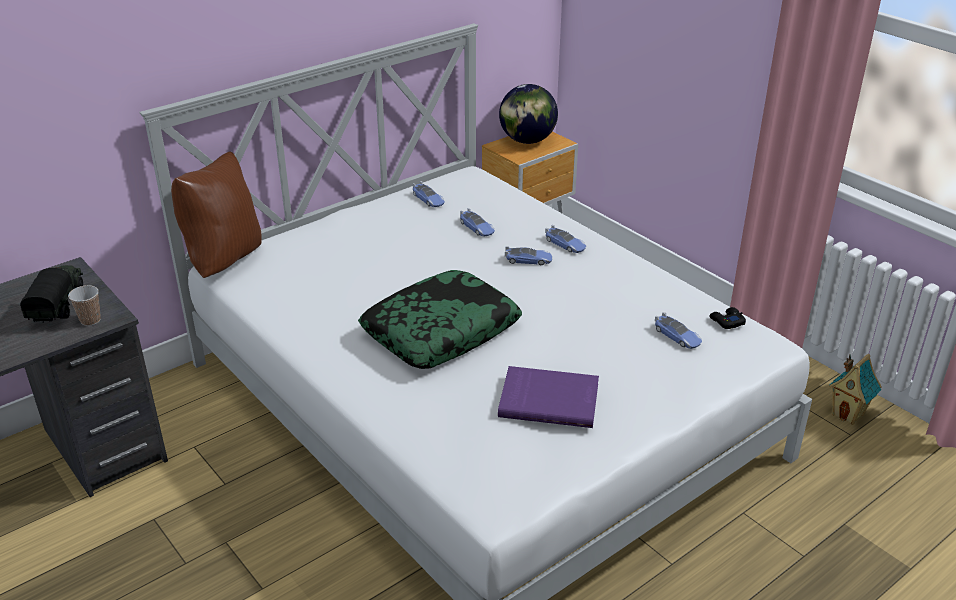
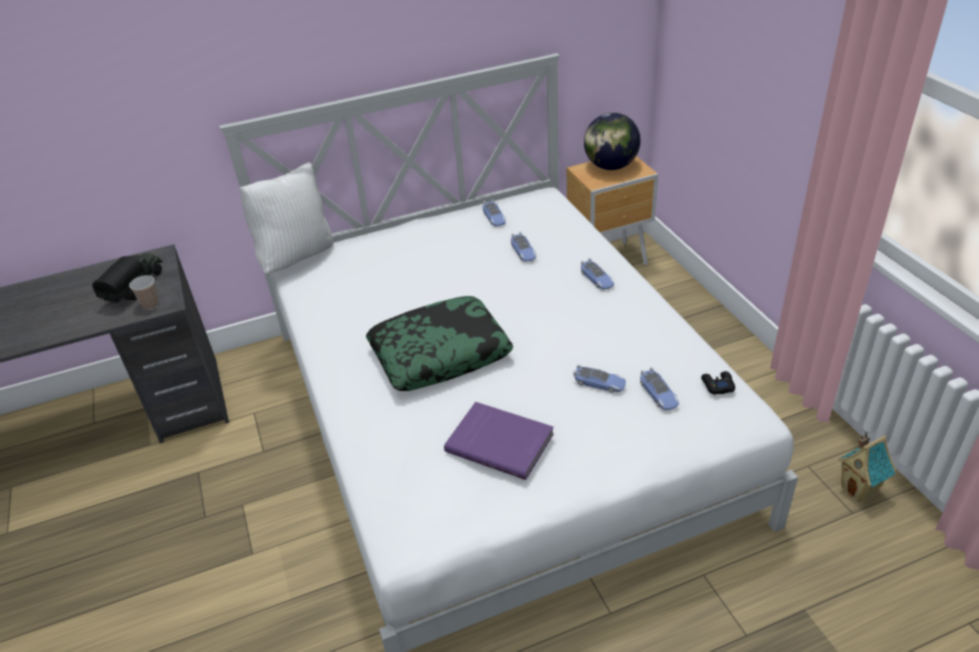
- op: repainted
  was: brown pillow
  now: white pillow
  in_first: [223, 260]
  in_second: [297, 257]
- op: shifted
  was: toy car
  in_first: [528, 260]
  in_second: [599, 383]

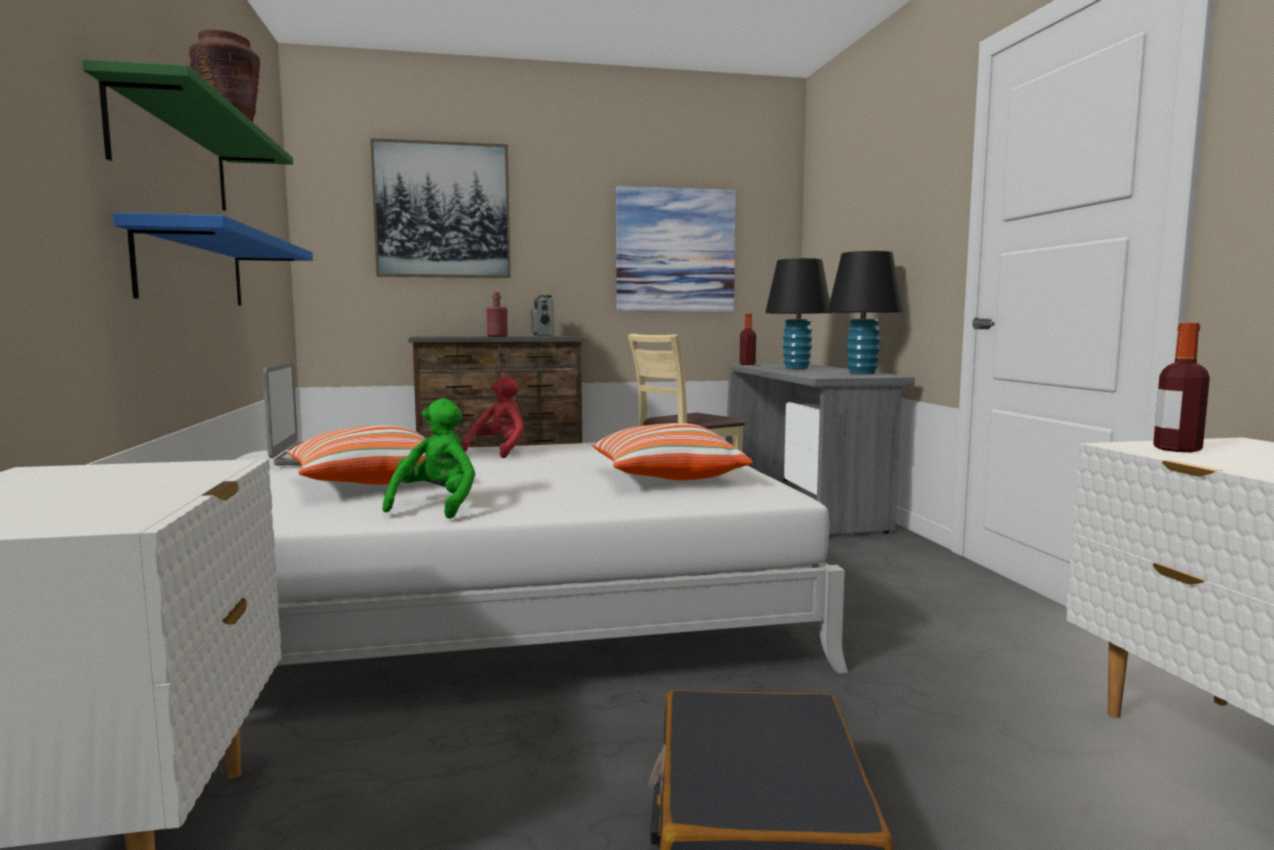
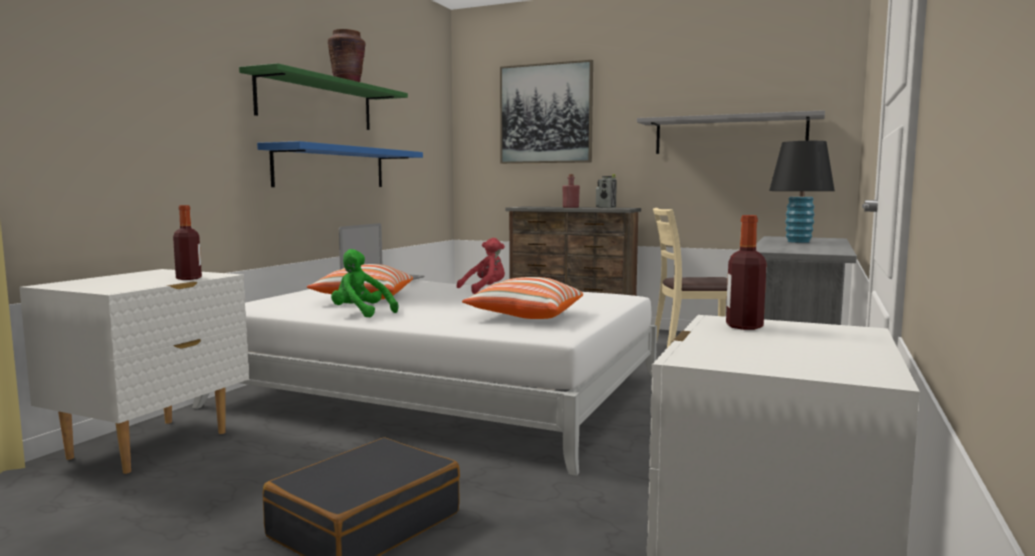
- op: rotated
  was: green plush toy
  in_first: [436, 505]
  in_second: [361, 313]
  clockwise: -105
- op: swapped
  was: picture
  now: grey shelf
  in_first: [675, 251]
  in_second: [729, 135]
- op: shifted
  was: bottle
  in_first: [747, 364]
  in_second: [189, 278]
- op: gone
  was: black table lamp
  in_first: [861, 373]

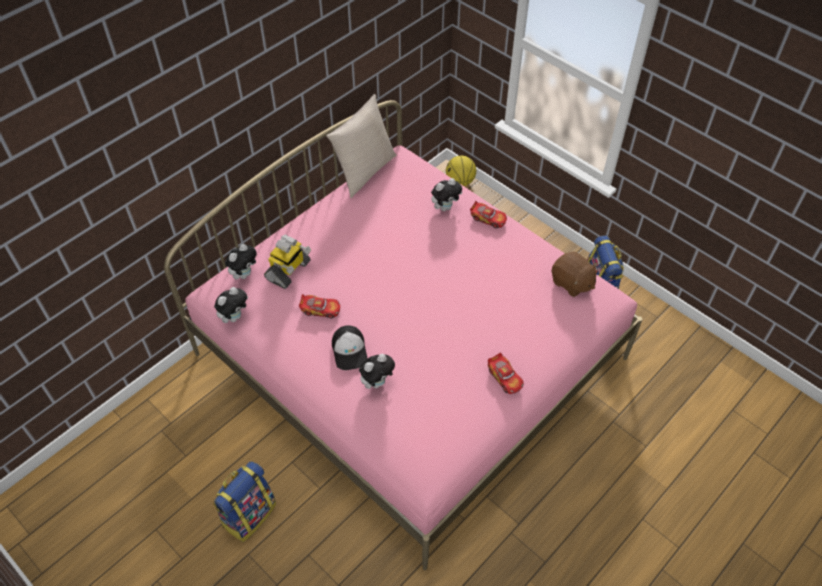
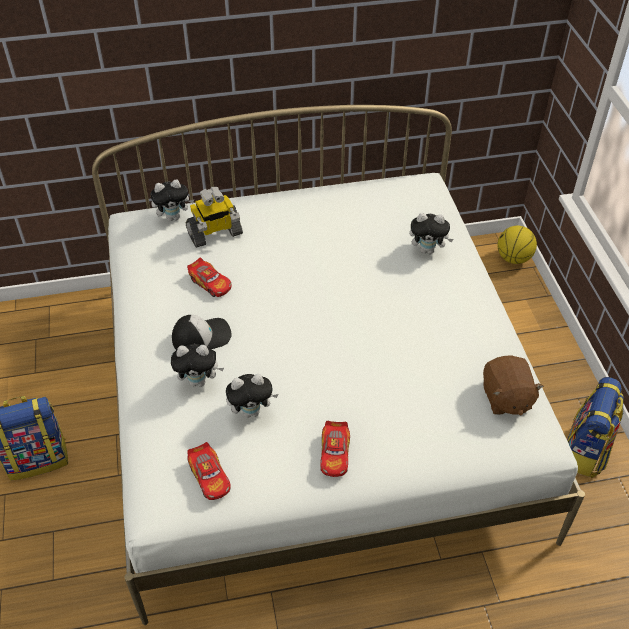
- op: repainted
  was: pink bed
  now: white bed
  in_first: [410, 356]
  in_second: [314, 401]
- op: shifted
  was: plush toy
  in_first: [234, 317]
  in_second: [252, 411]
- op: gone
  was: beige pillow
  in_first: [364, 171]
- op: rotated
  was: cap
  in_first: [350, 350]
  in_second: [201, 336]
  clockwise: -135
- op: shifted
  was: toy car
  in_first: [488, 218]
  in_second: [210, 477]

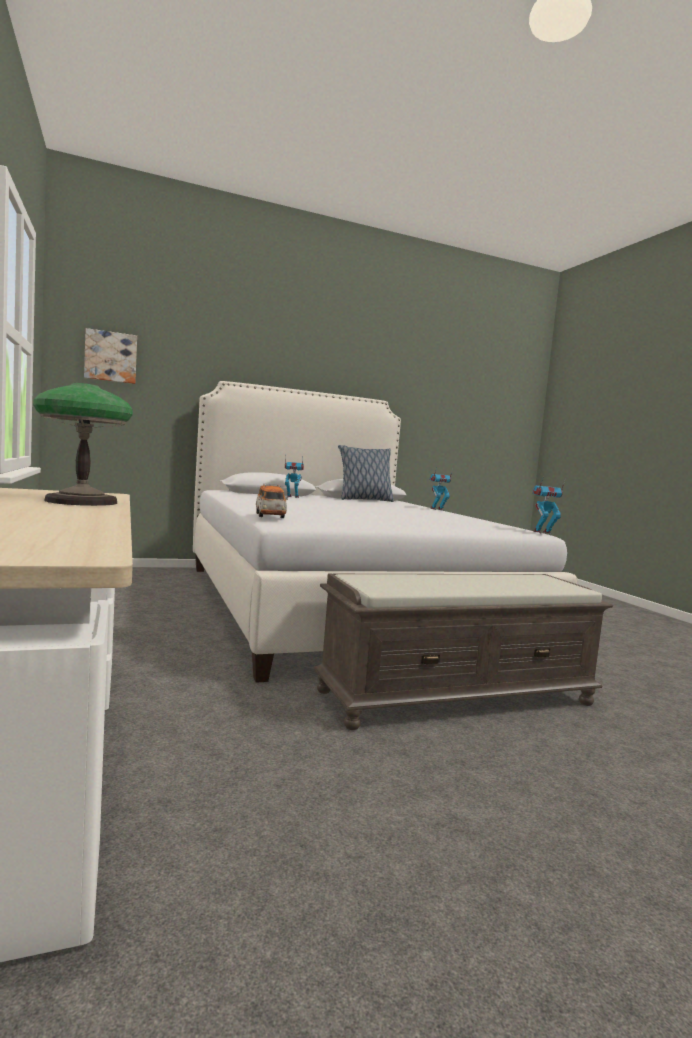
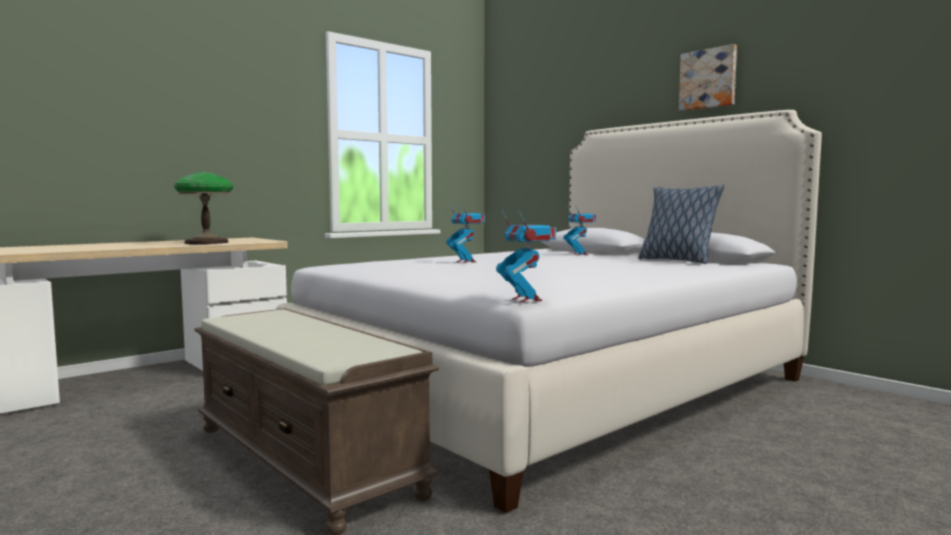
- op: shifted
  was: picture
  in_first: [111, 357]
  in_second: [708, 79]
- op: gone
  was: toy car
  in_first: [270, 516]
- op: shifted
  was: toy robot
  in_first: [437, 509]
  in_second: [466, 262]

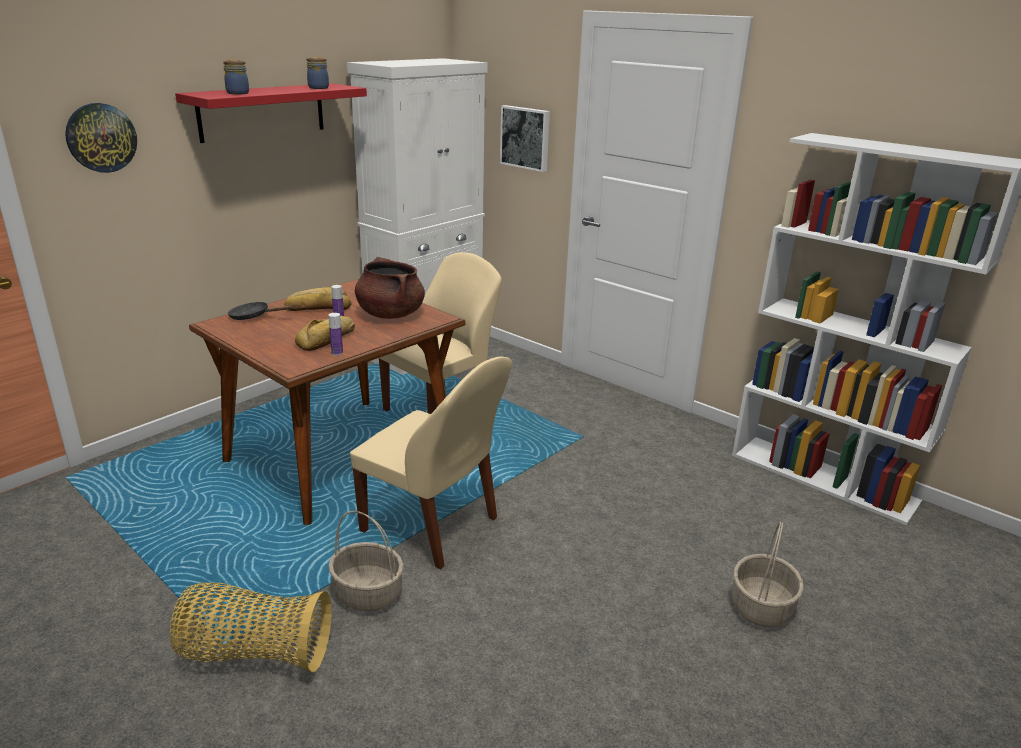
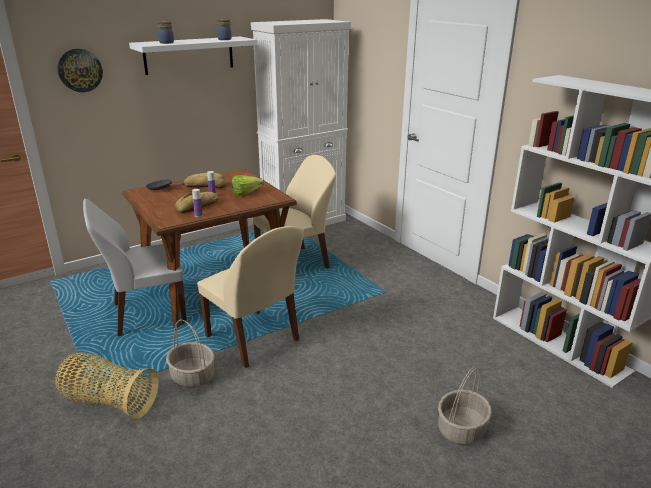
- op: repainted
  was: red shelf
  now: white shelf
  in_first: [262, 112]
  in_second: [189, 55]
- op: swapped
  was: brown cooking pot
  now: lettuce
  in_first: [390, 314]
  in_second: [248, 193]
- op: gone
  was: picture
  in_first: [526, 138]
- op: new
  now: white chair
  in_second: [146, 314]

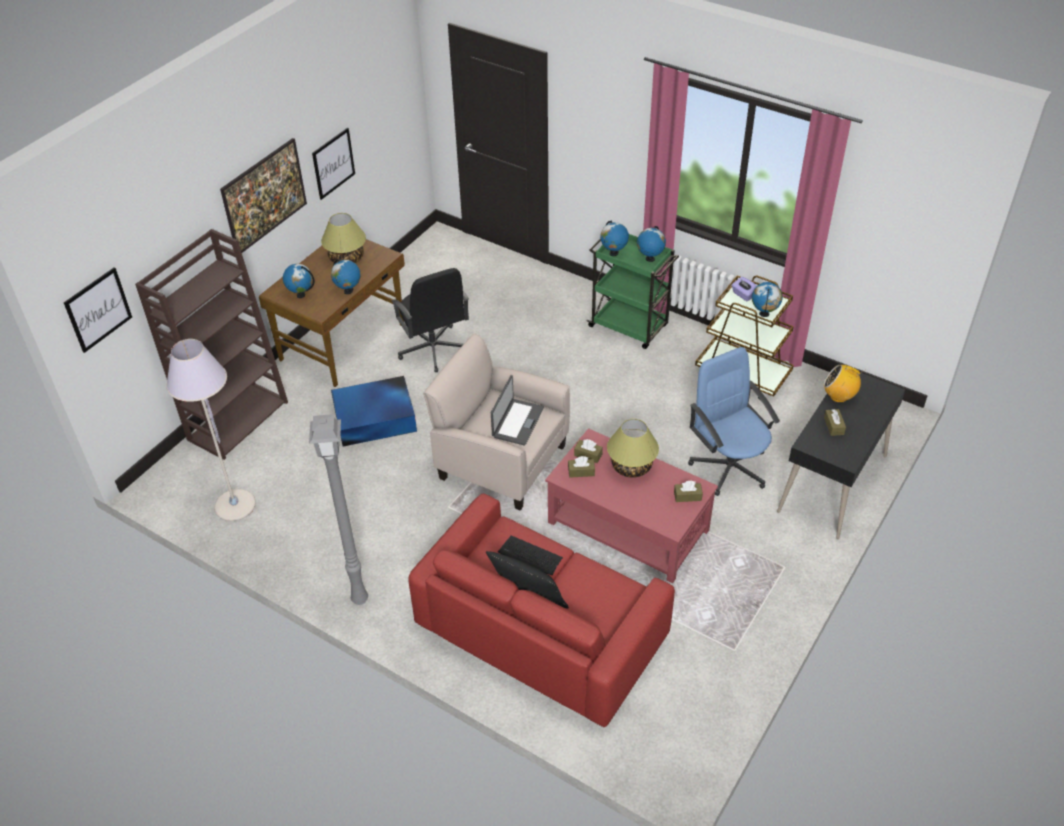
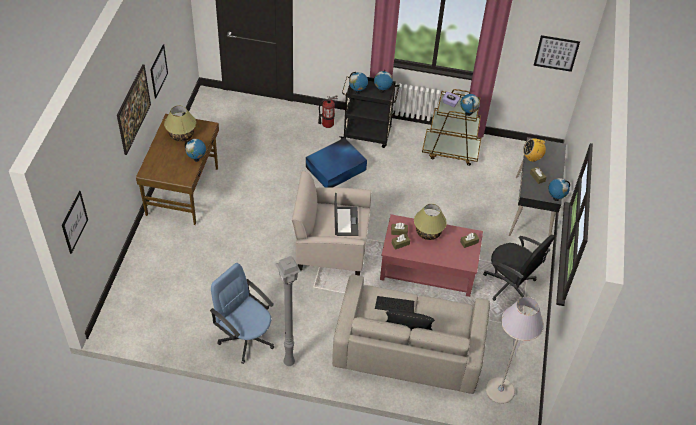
- op: gone
  was: brown bookcase
  in_first: [238, 420]
- op: shifted
  was: grey floor lamp
  in_first: [235, 505]
  in_second: [499, 390]
- op: shifted
  was: globe
  in_first: [301, 295]
  in_second: [555, 198]
- op: shifted
  was: blue storage box
  in_first: [376, 418]
  in_second: [336, 168]
- op: shifted
  was: black office chair
  in_first: [433, 349]
  in_second: [510, 285]
- op: repainted
  was: red sofa
  now: beige sofa
  in_first: [541, 631]
  in_second: [408, 348]
- op: repainted
  was: green cart
  now: black cart
  in_first: [629, 326]
  in_second: [367, 134]
- op: shifted
  was: blue office chair
  in_first: [729, 466]
  in_second: [246, 337]
- op: new
  now: fire extinguisher
  in_second: [327, 123]
- op: new
  now: picture
  in_second: [556, 53]

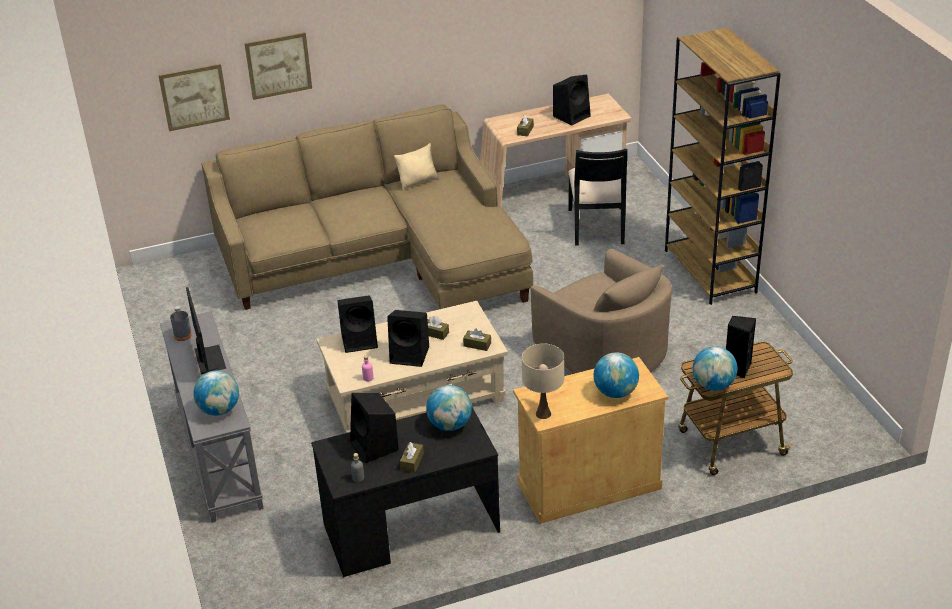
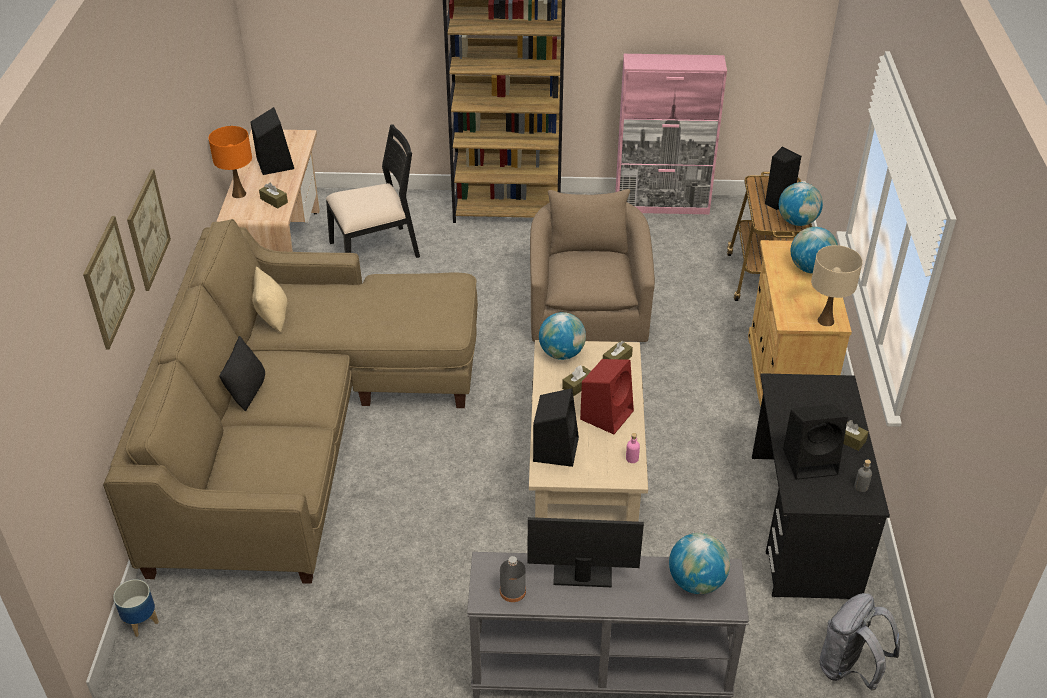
- op: shifted
  was: picture
  in_first: [194, 97]
  in_second: [148, 229]
- op: repainted
  was: black speaker
  now: red speaker
  in_first: [410, 355]
  in_second: [607, 414]
- op: shifted
  was: globe
  in_first: [450, 425]
  in_second: [561, 353]
- op: rotated
  was: beige armchair
  in_first: [605, 350]
  in_second: [588, 309]
  clockwise: -75
- op: rotated
  was: black chair
  in_first: [597, 226]
  in_second: [375, 250]
  clockwise: -45
- op: new
  now: planter
  in_second: [141, 622]
- op: new
  now: orange table lamp
  in_second: [238, 194]
- op: new
  now: black pillow
  in_second: [247, 391]
- op: new
  now: pink cabinet
  in_second: [662, 205]
- op: new
  now: grey backpack
  in_second: [849, 668]

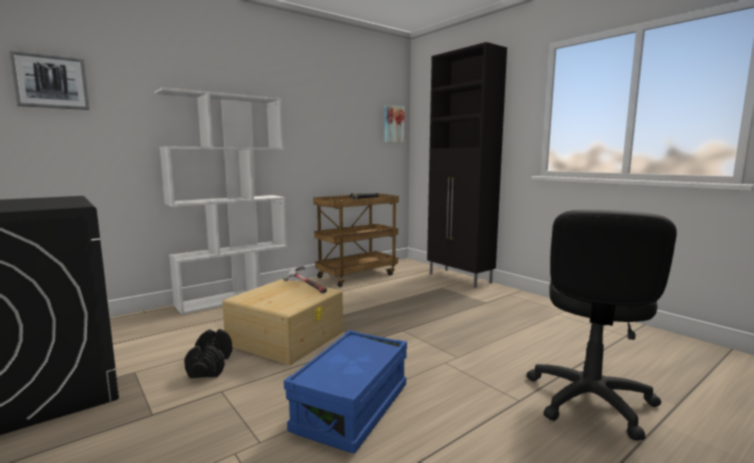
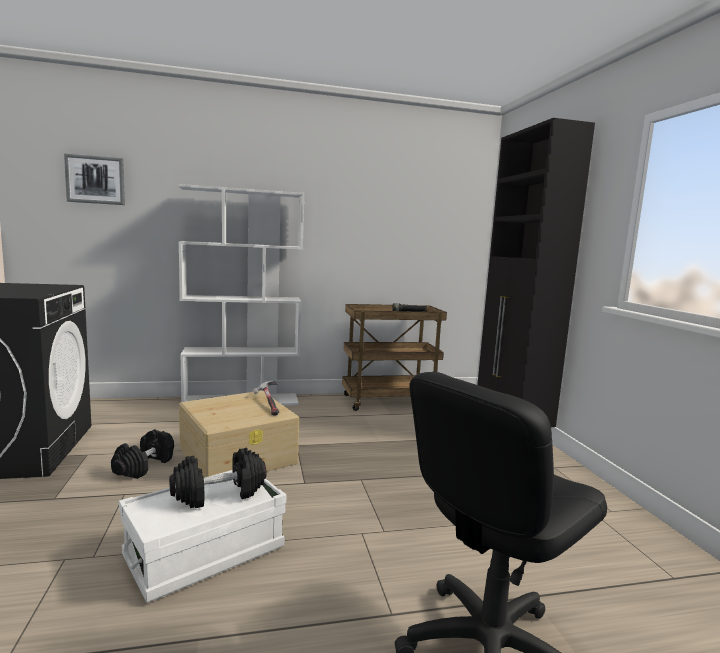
- op: repainted
  was: blue storage box
  now: white storage box
  in_first: [352, 408]
  in_second: [205, 553]
- op: gone
  was: picture
  in_first: [393, 124]
- op: new
  now: black dumbbell
  in_second: [219, 494]

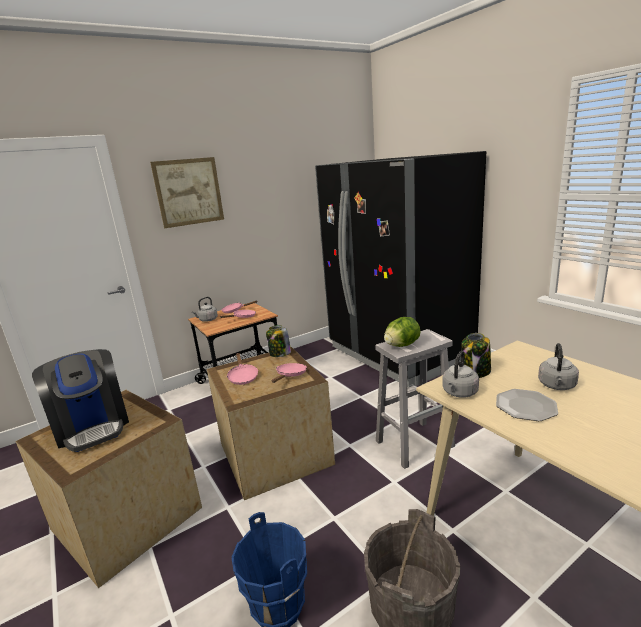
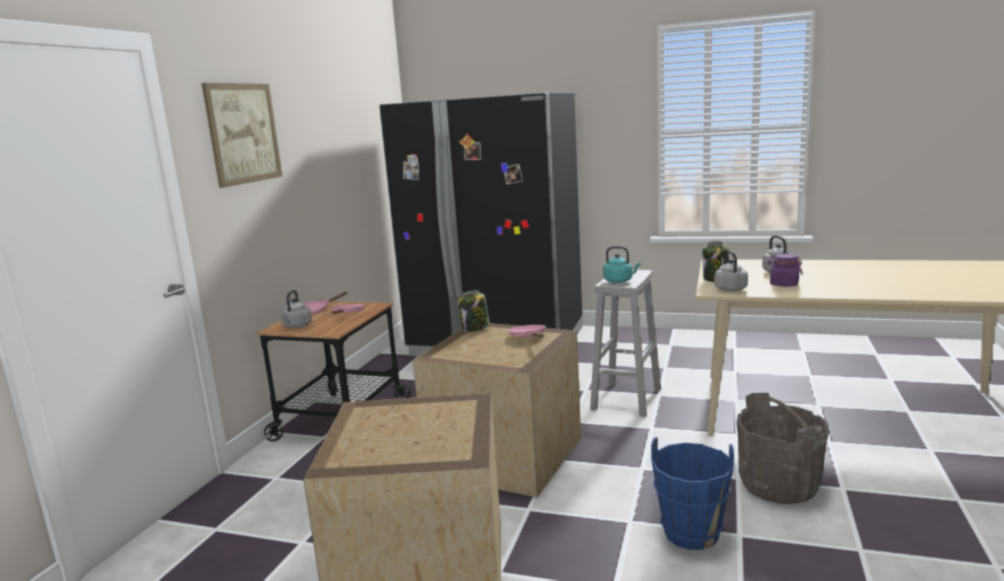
- op: gone
  was: coffee machine
  in_first: [93, 426]
- op: gone
  was: pink frying pan
  in_first: [243, 377]
- op: swapped
  was: lettuce
  now: turquoise kettle
  in_first: [402, 345]
  in_second: [619, 281]
- op: swapped
  was: plate
  now: purple jar
  in_first: [526, 406]
  in_second: [784, 284]

